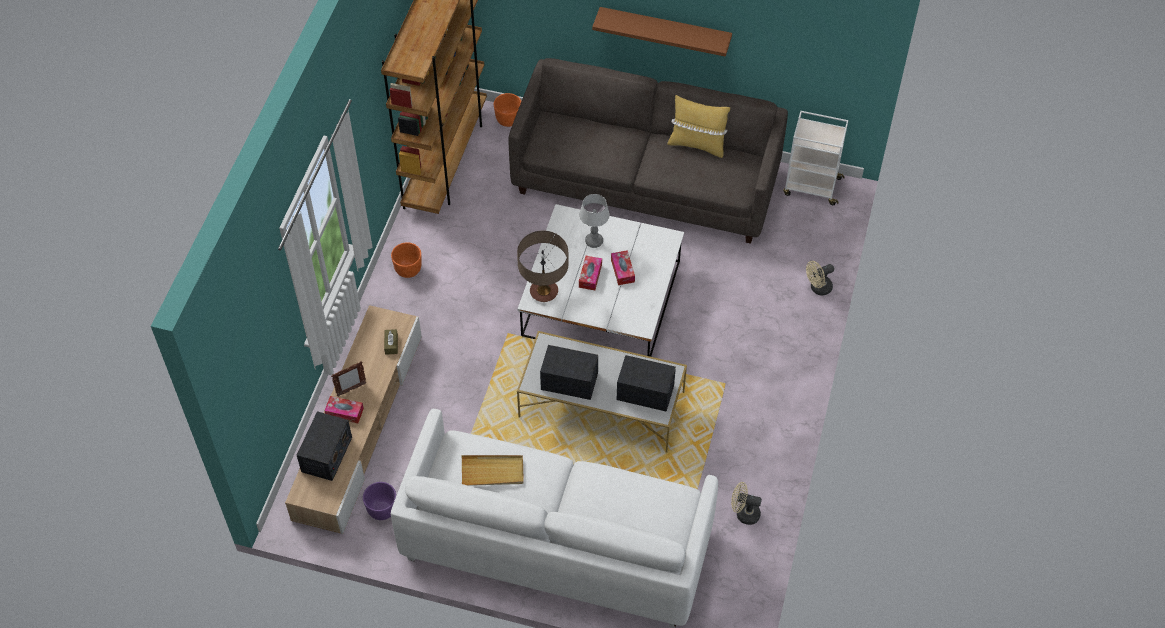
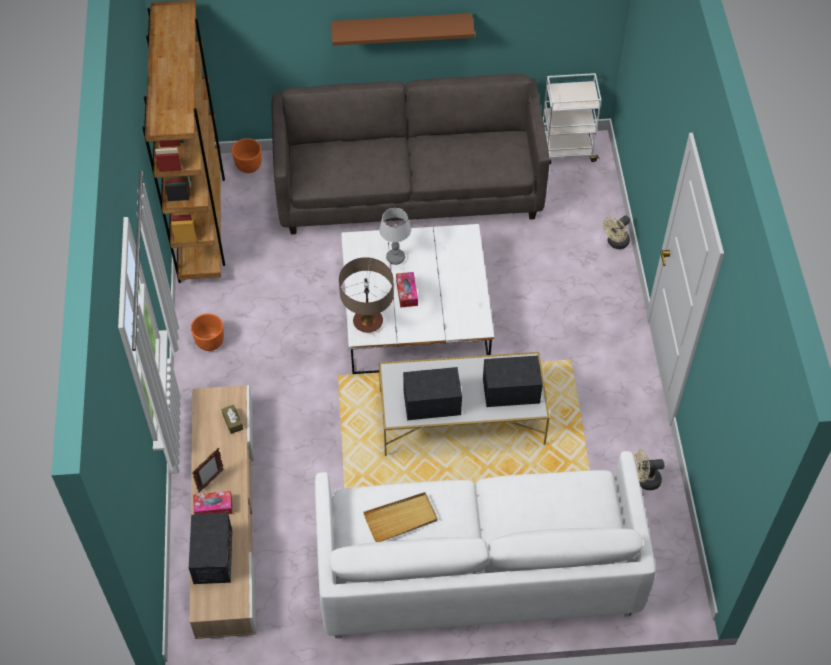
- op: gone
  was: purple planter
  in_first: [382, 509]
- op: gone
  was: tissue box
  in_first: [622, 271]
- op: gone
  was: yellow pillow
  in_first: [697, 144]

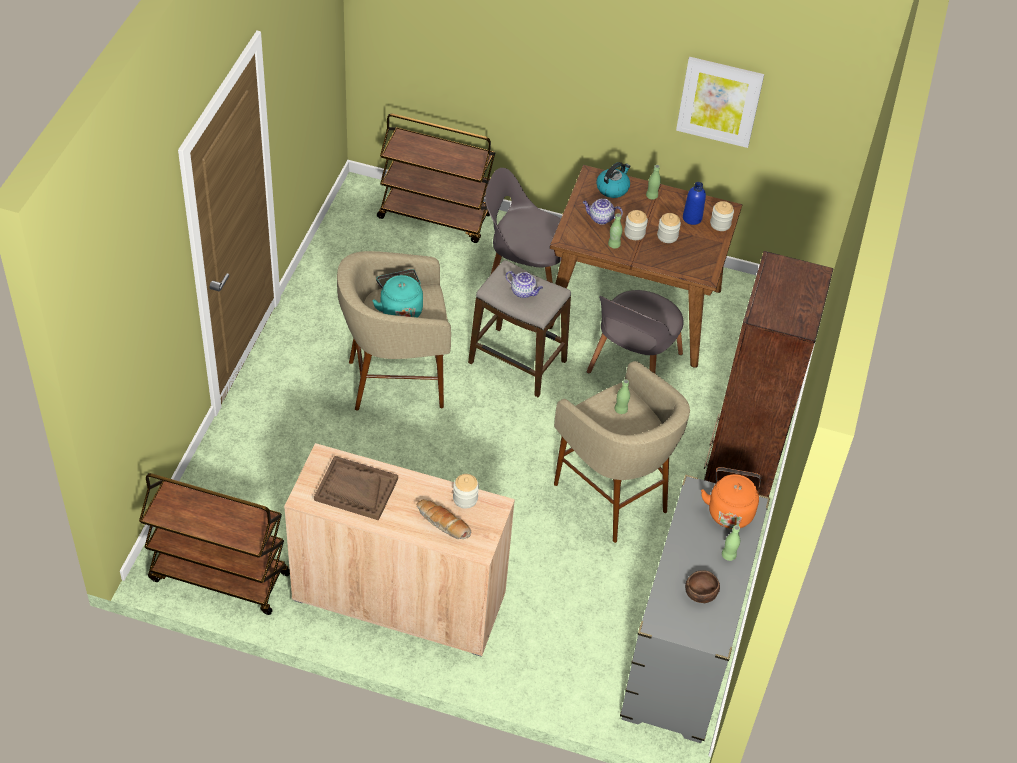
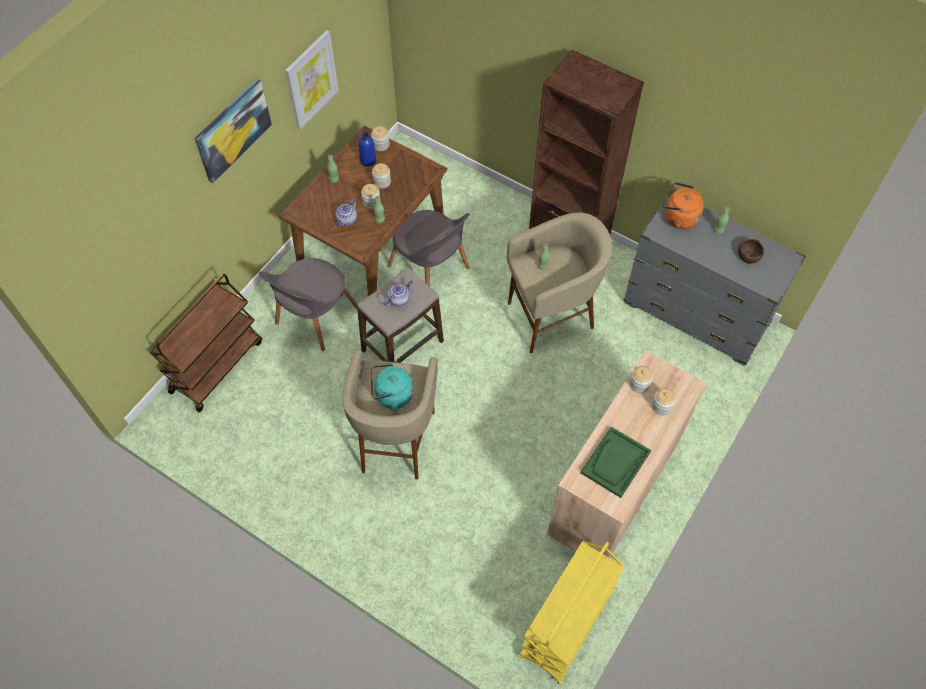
- op: repainted
  was: brown cart
  now: yellow cart
  in_first: [218, 577]
  in_second: [567, 625]
- op: repainted
  was: brown tray
  now: green tray
  in_first: [356, 489]
  in_second: [615, 463]
- op: swapped
  was: bread
  now: jar
  in_first: [442, 523]
  in_second: [661, 406]
- op: gone
  was: kettle
  in_first: [612, 188]
- op: new
  now: picture
  in_second: [232, 130]

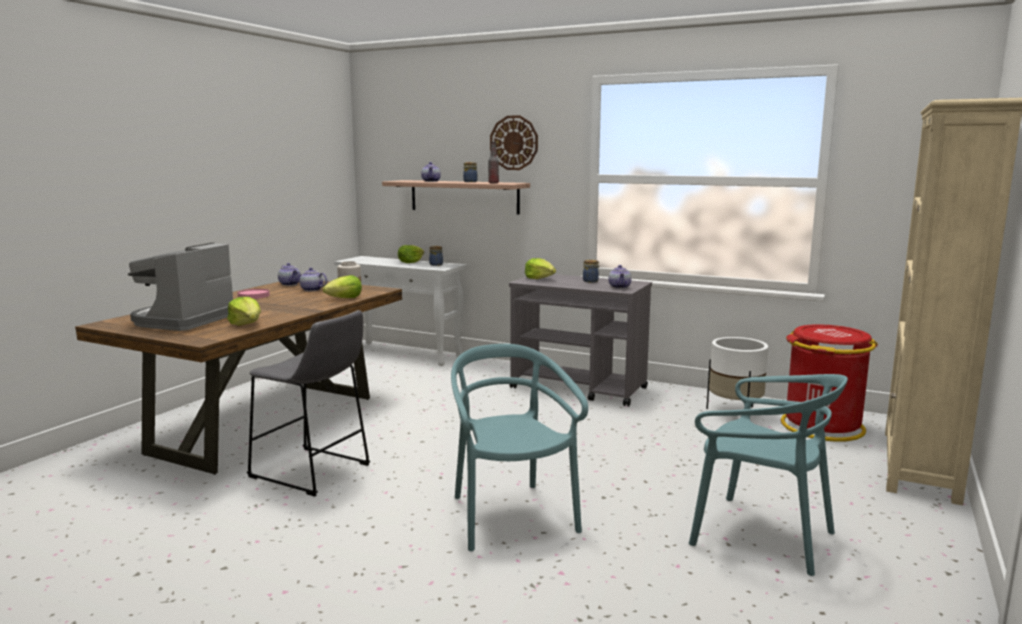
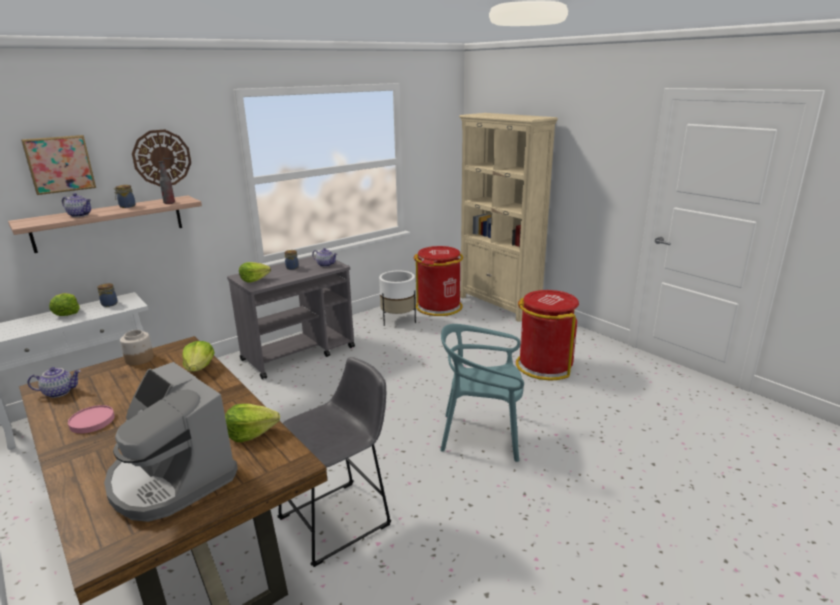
- op: gone
  was: teapot
  in_first: [311, 290]
- op: swapped
  was: turquoise chair
  now: red trash can
  in_first: [761, 535]
  in_second: [544, 365]
- op: new
  now: picture
  in_second: [59, 164]

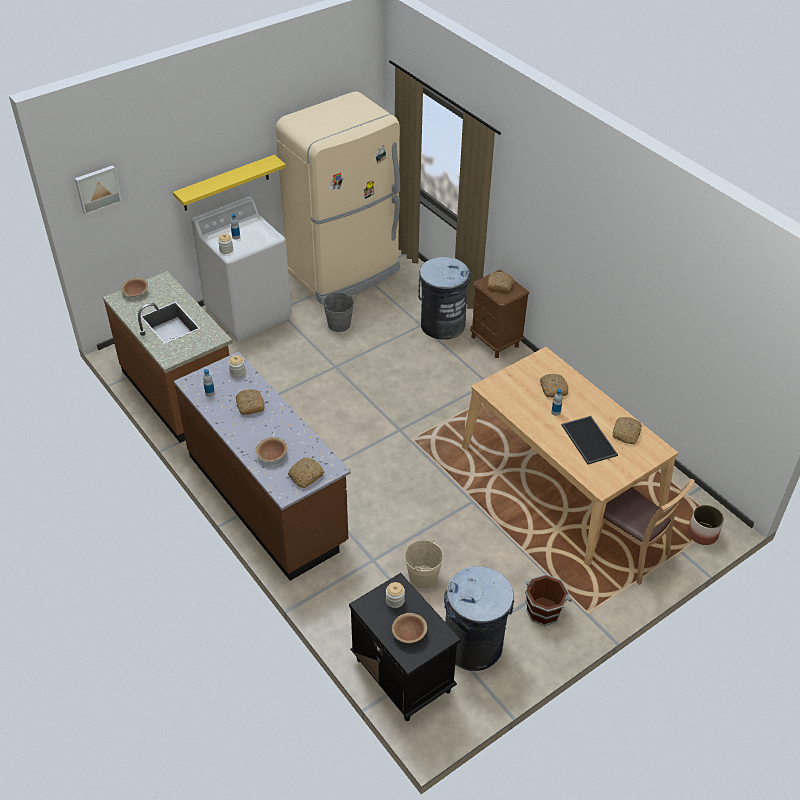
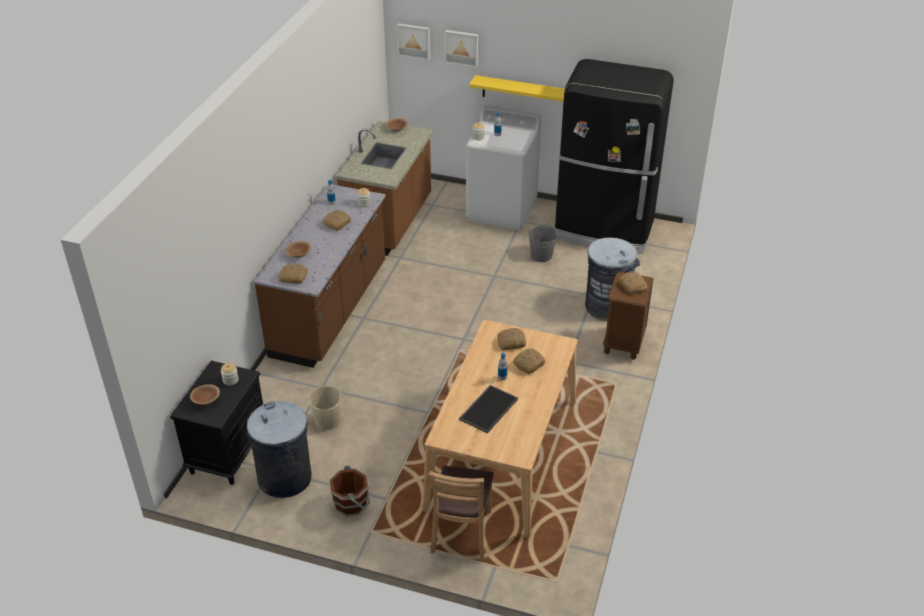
- op: repainted
  was: beige fridge
  now: black fridge
  in_first: [345, 272]
  in_second: [603, 230]
- op: shifted
  was: bread
  in_first: [626, 434]
  in_second: [511, 343]
- op: gone
  was: planter
  in_first: [702, 534]
- op: new
  now: picture
  in_second: [462, 47]

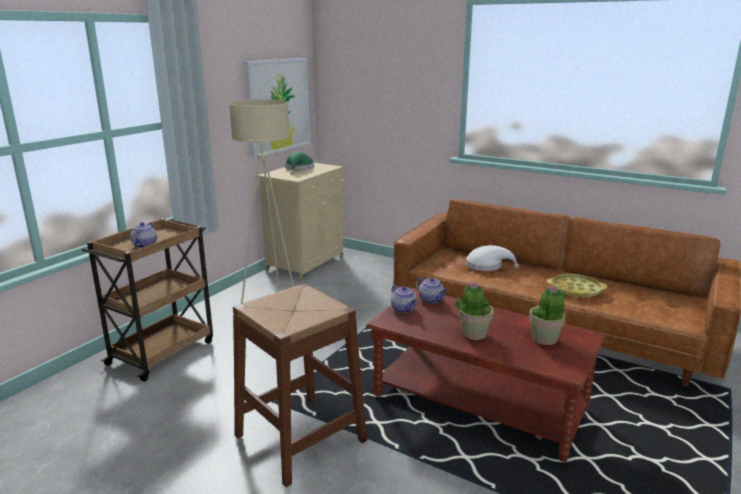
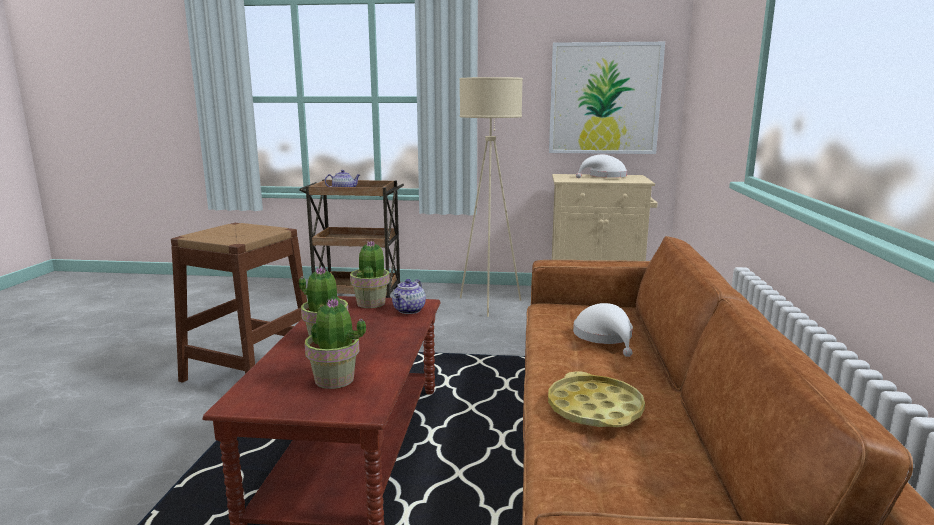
- op: repainted
  was: green hat
  now: white hat
  in_first: [299, 169]
  in_second: [604, 177]
- op: swapped
  was: teapot
  now: potted plant
  in_first: [404, 309]
  in_second: [371, 303]

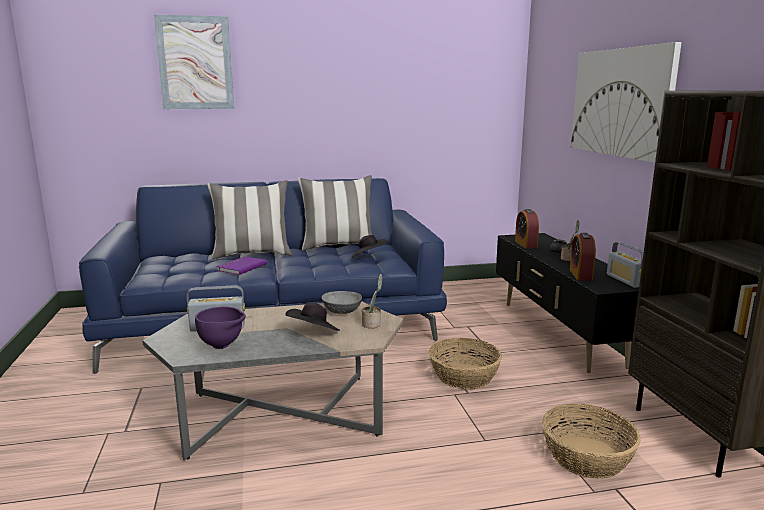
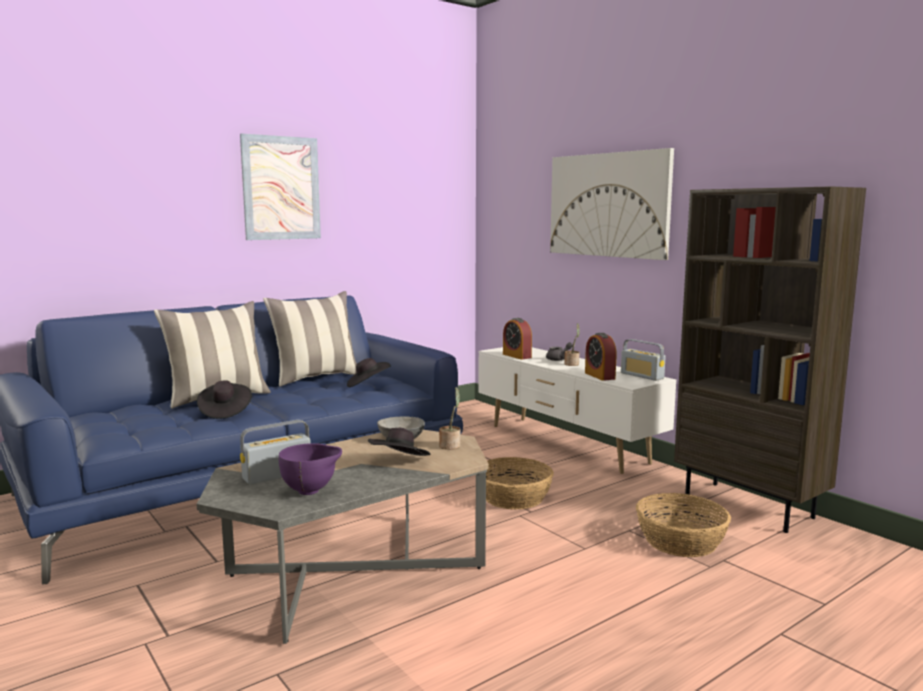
- op: shifted
  was: picture
  in_first: [195, 63]
  in_second: [281, 188]
- op: swapped
  was: purple book
  now: black hat
  in_first: [241, 267]
  in_second: [224, 412]
- op: repainted
  was: black tv stand
  now: white tv stand
  in_first: [559, 333]
  in_second: [566, 444]

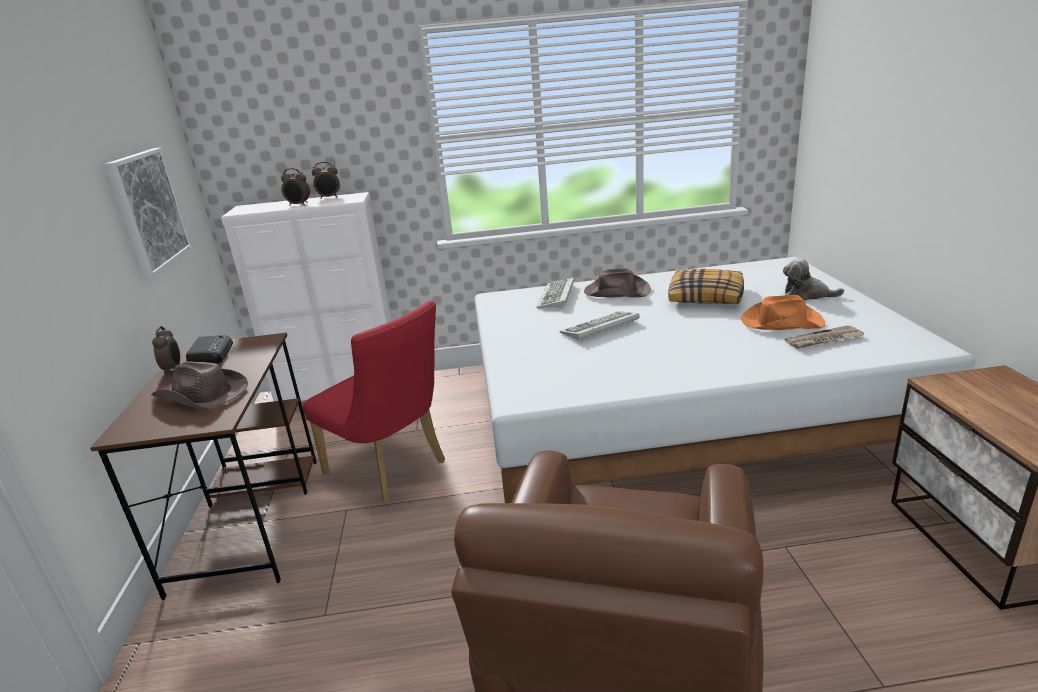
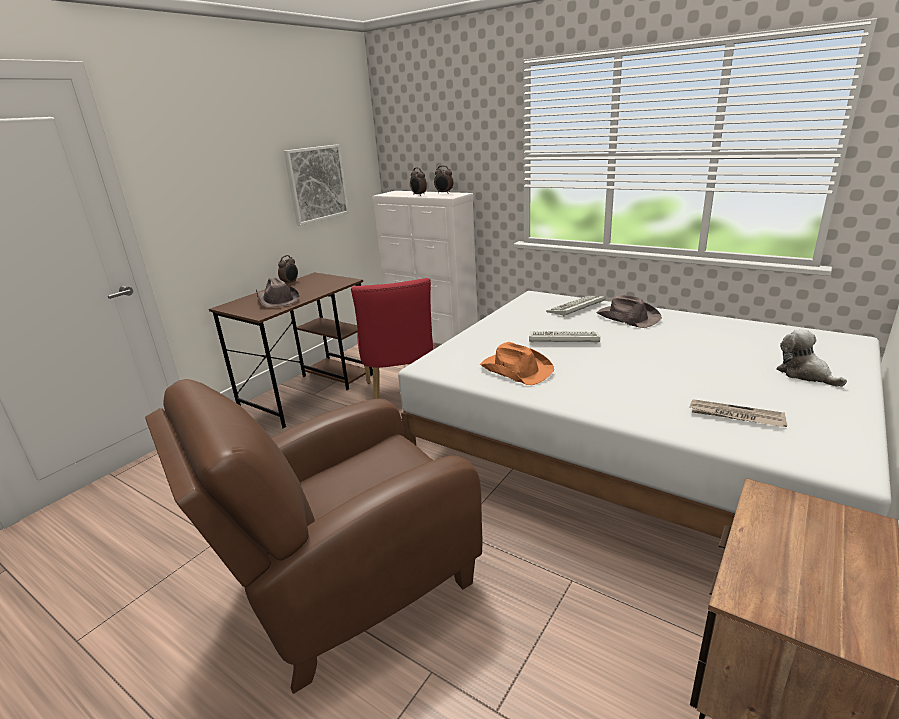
- op: gone
  was: radio
  in_first: [211, 355]
- op: gone
  was: pillow
  in_first: [706, 297]
- op: shifted
  was: orange hat
  in_first: [780, 322]
  in_second: [516, 369]

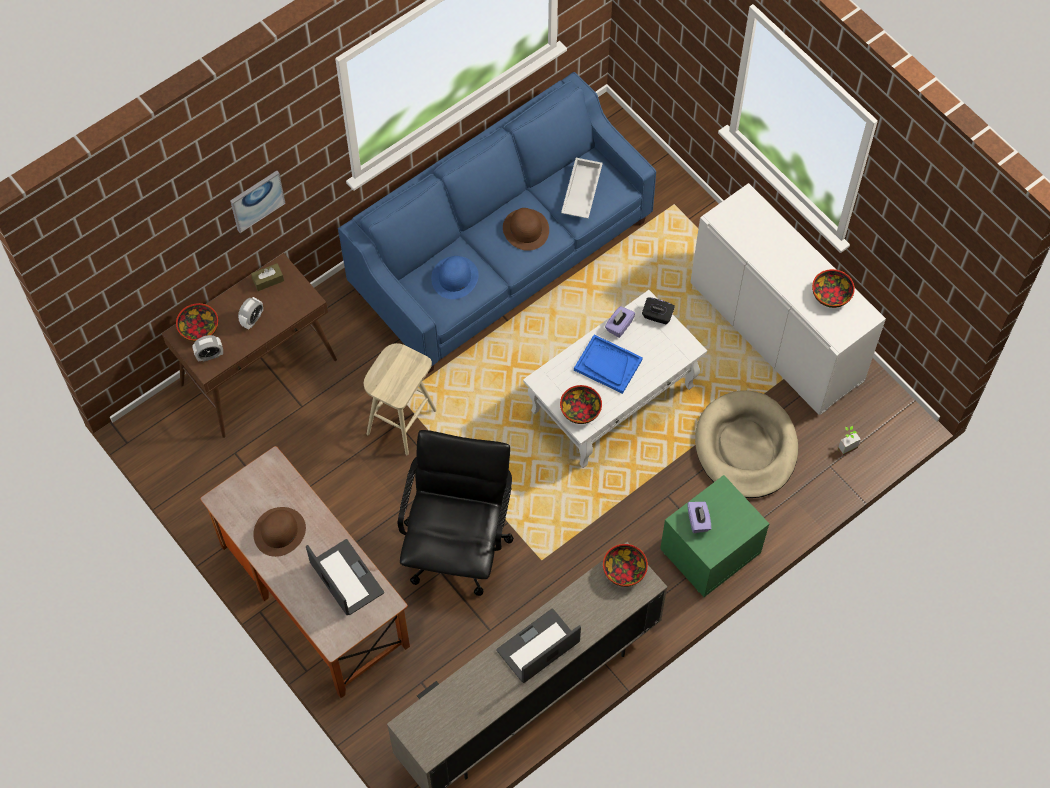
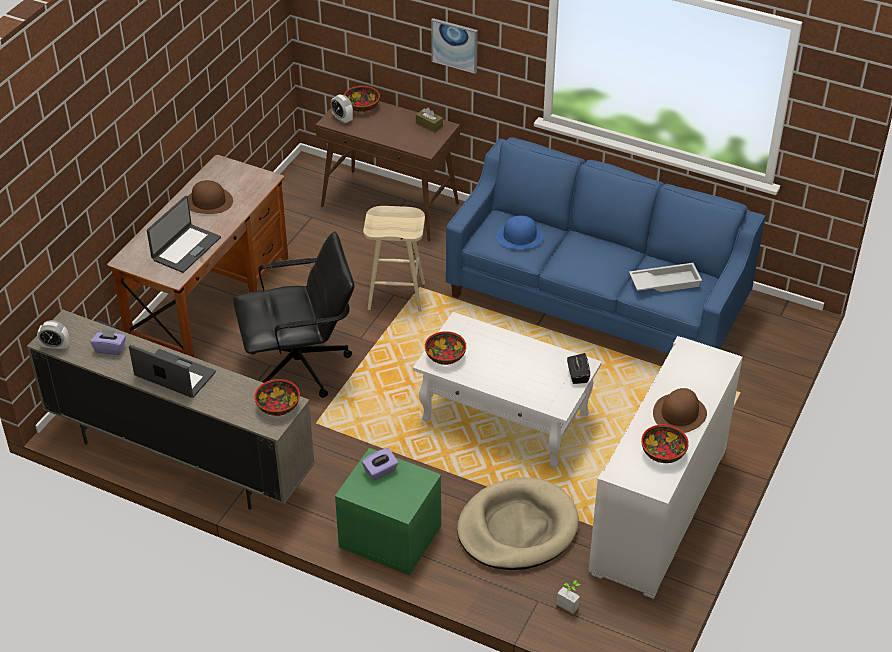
- op: shifted
  was: alarm clock
  in_first: [252, 319]
  in_second: [55, 347]
- op: shifted
  was: brown hat
  in_first: [526, 229]
  in_second: [679, 414]
- op: gone
  was: blue tray
  in_first: [607, 365]
- op: shifted
  was: purple tissue box
  in_first: [619, 326]
  in_second: [110, 349]

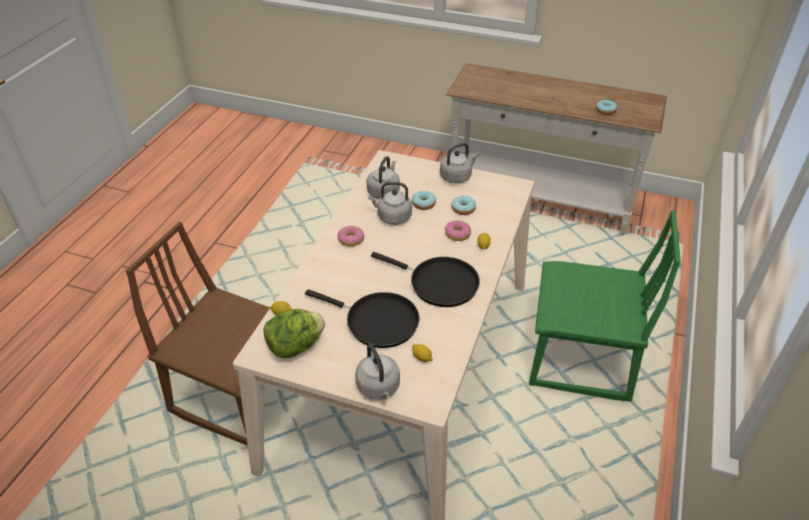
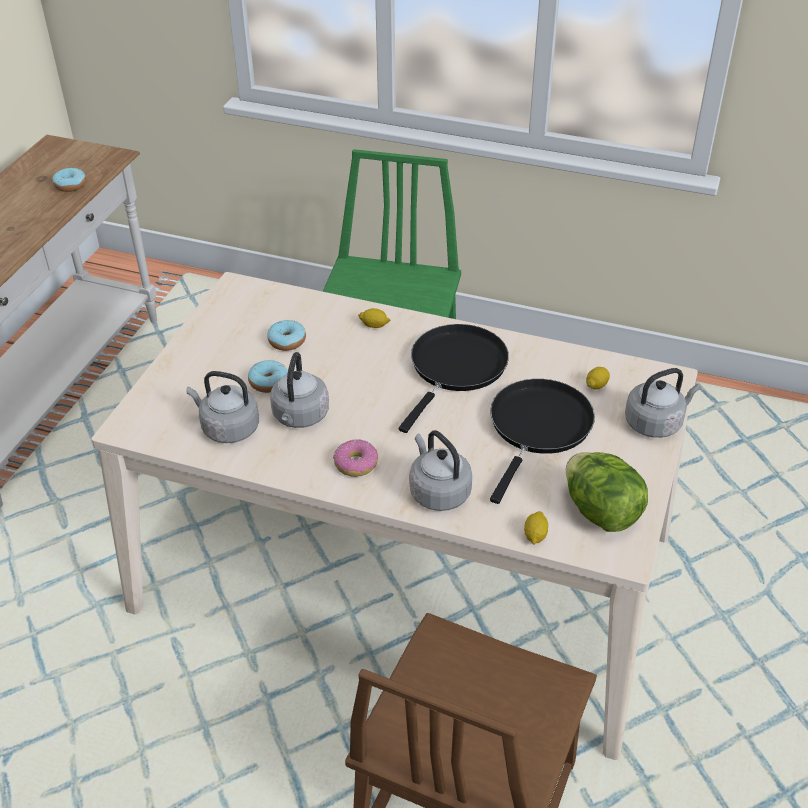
- op: shifted
  was: grey kettle
  in_first: [457, 176]
  in_second: [438, 491]
- op: gone
  was: donut
  in_first: [457, 234]

